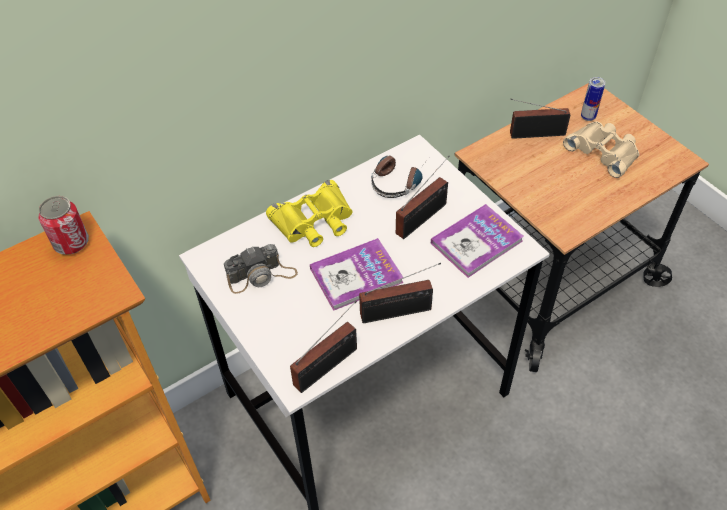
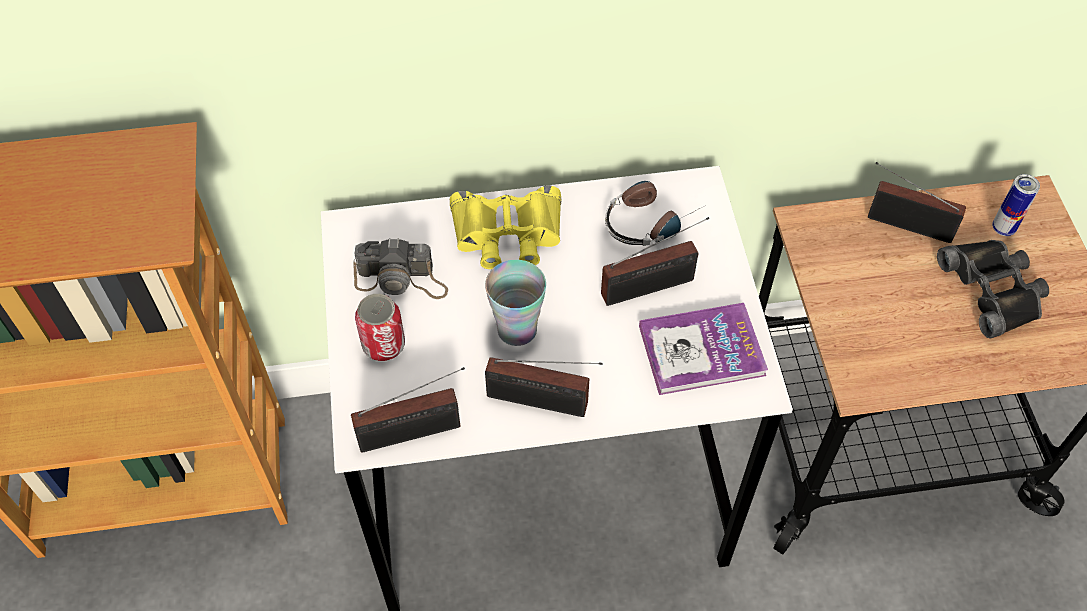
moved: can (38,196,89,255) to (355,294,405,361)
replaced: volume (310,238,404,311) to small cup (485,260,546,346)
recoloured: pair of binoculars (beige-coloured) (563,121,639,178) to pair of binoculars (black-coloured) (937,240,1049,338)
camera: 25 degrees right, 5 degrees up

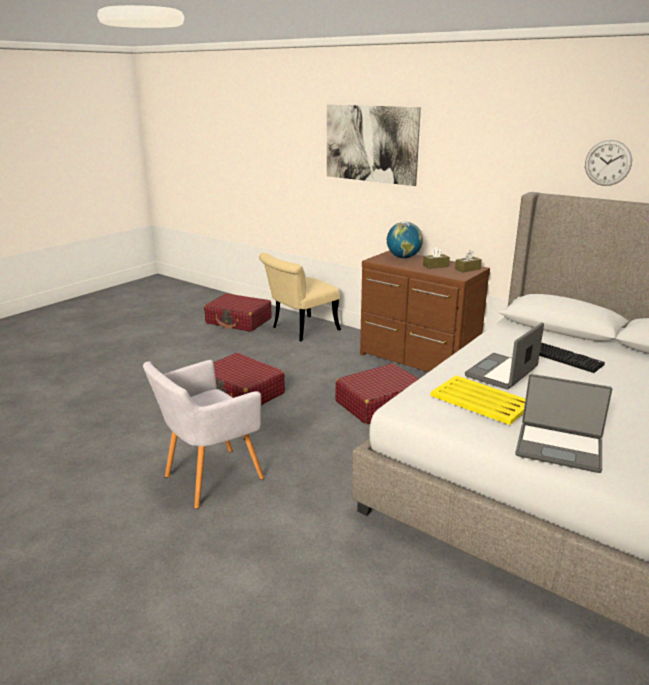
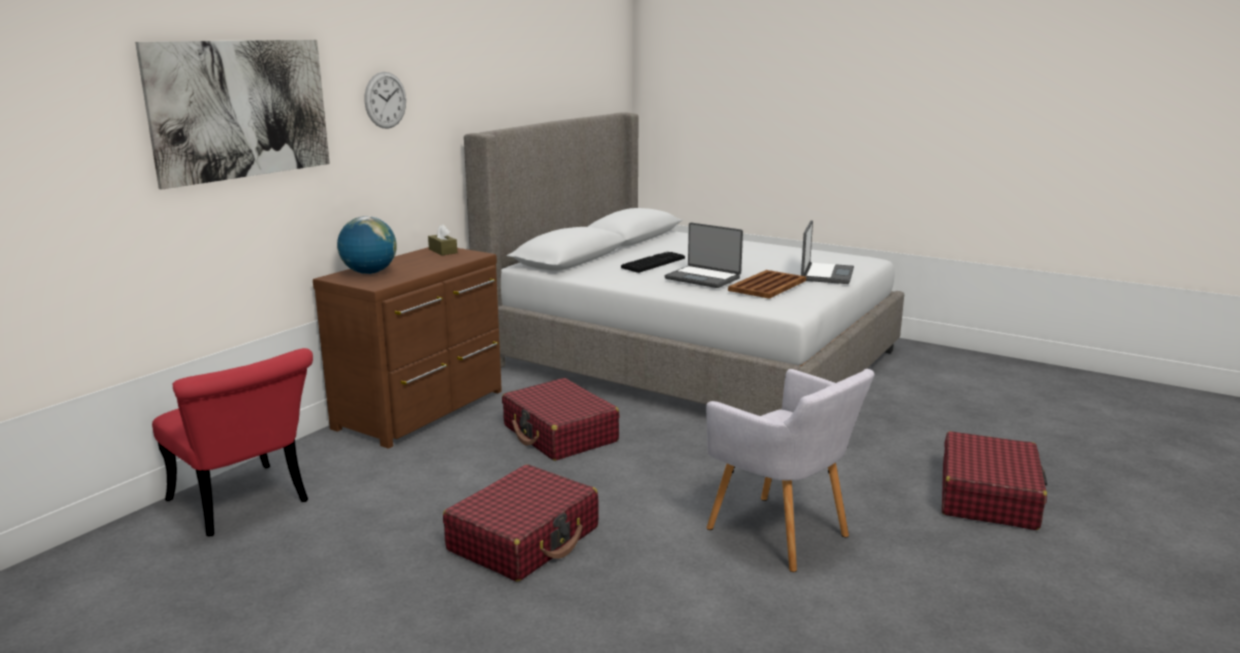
removed: tissue holder (brown-coloured) (423,247,450,269)
moved: piece of luggage (red) (204,293,272,332) to (942,431,1047,530); wall clock (585,140,632,186) to (365,72,406,129)
recoloured: plain chair (beige-coloured) (259,253,341,341) to plain chair (red) (152,348,313,537); carrying tray (yellow) (431,375,525,425) to carrying tray (brown-coloured) (728,270,806,299)
camera: 95 degrees left, 5 degrees down

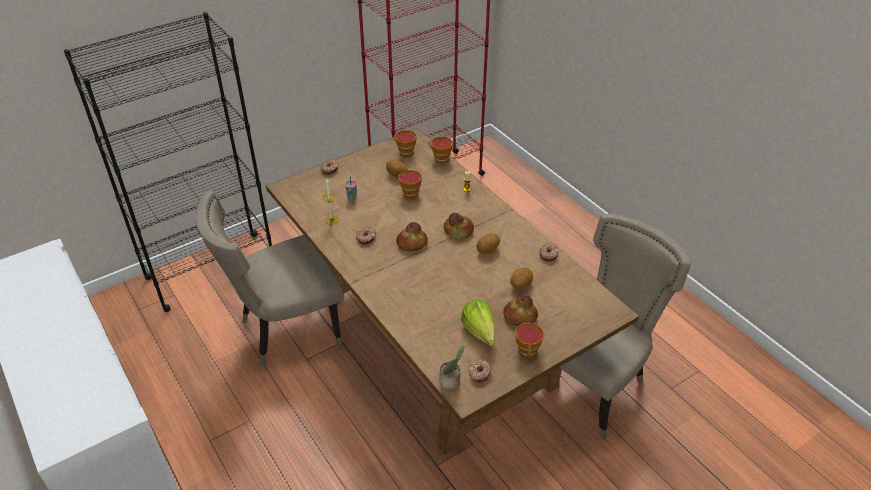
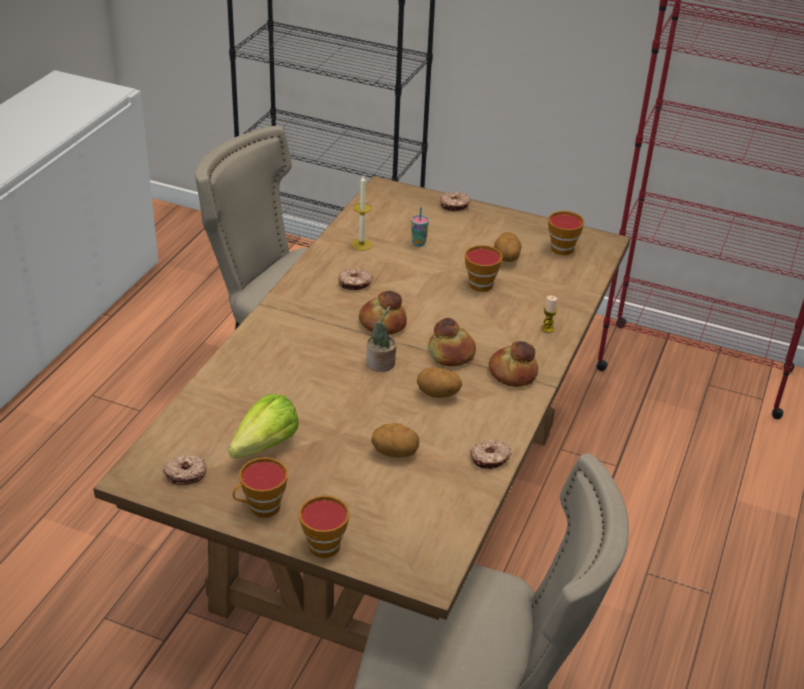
moved: small cup (429,137,453,164) to (299,495,349,558); potted plant (439,345,465,390) to (366,306,397,372); bakery bread (503,294,538,326) to (489,341,538,387)
camera: 55 degrees right, 5 degrees down

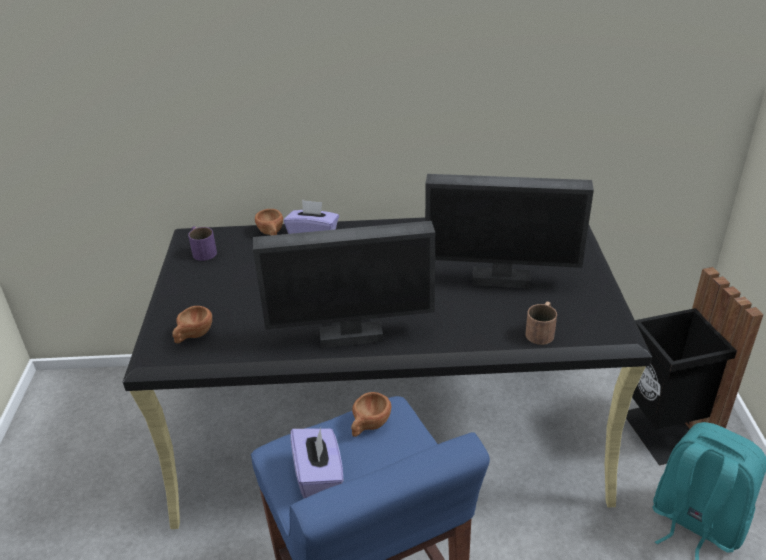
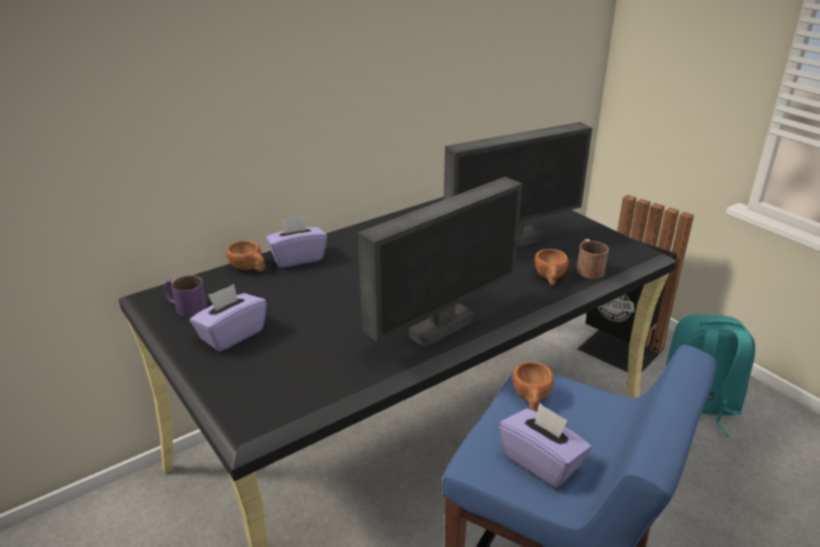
added: tissue holder (purplish) (190,284,267,352)
moved: small cup (brown-coloured) (172,306,212,343) to (535,249,568,286)
camera: 35 degrees left, 5 degrees down

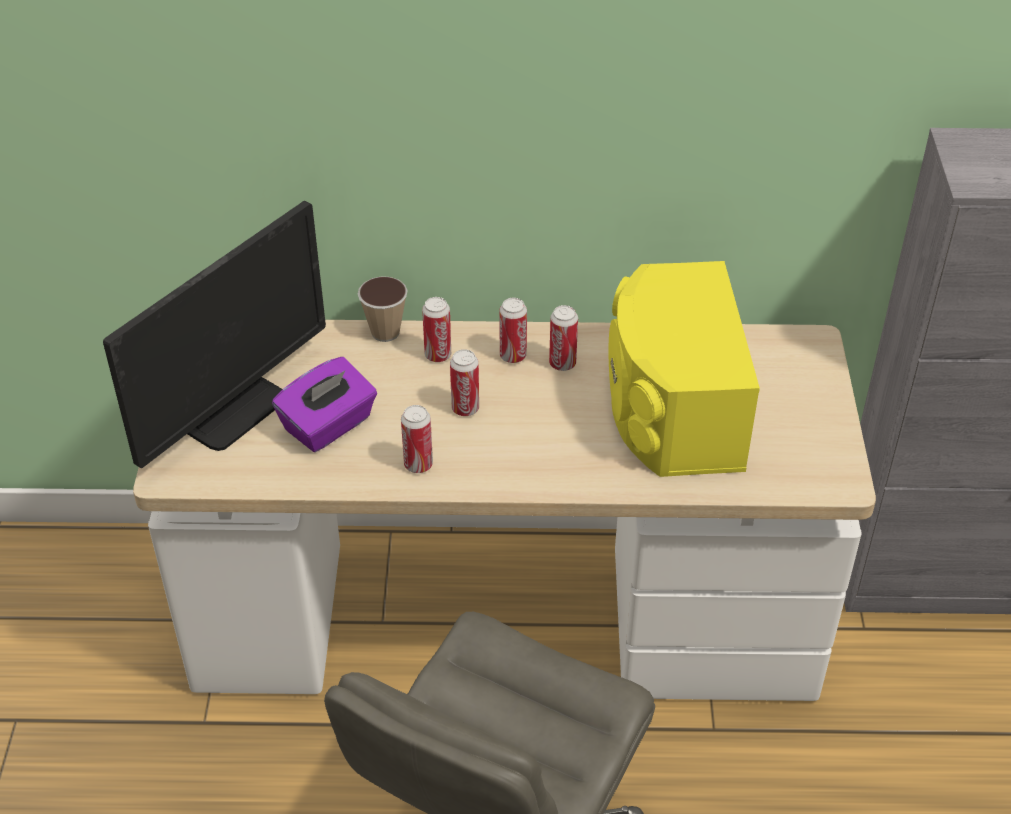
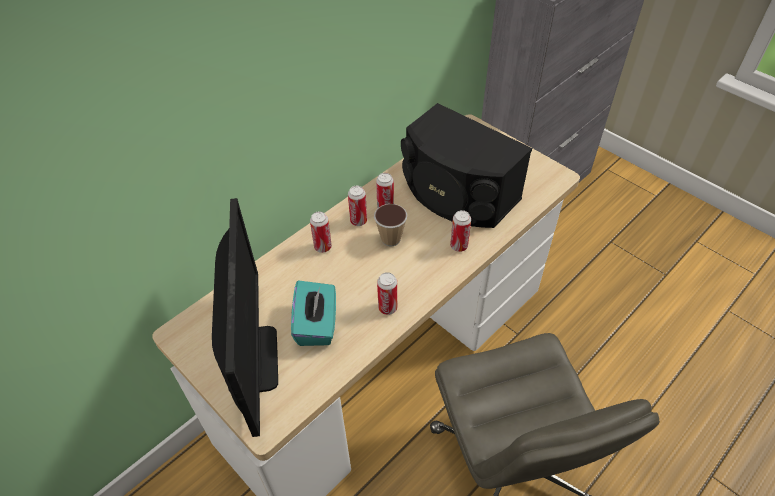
moved: small cup (358,276,408,342) to (374,204,407,246); can (450,349,479,416) to (450,210,471,252)
recoloured: tissue holder (purplish) (272,357,377,452) to tissue holder (turquoise-coloured) (291,280,336,346); loudspeaker (yellow) (609,261,760,477) to loudspeaker (black-coloured) (401,103,532,228)
camera: 45 degrees left, 5 degrees up

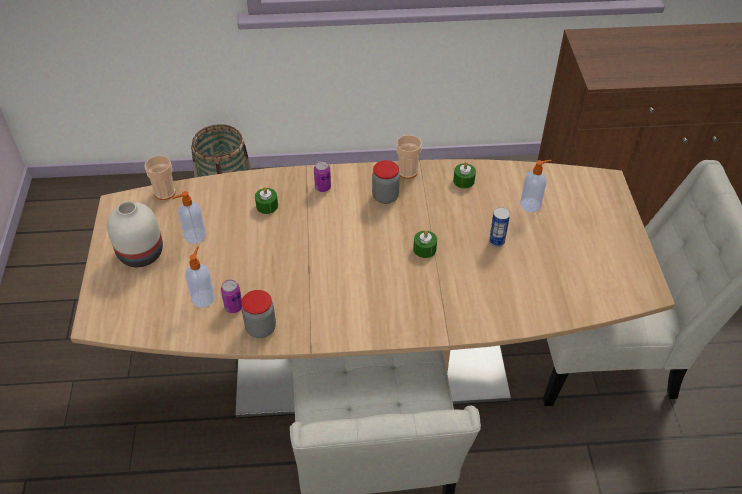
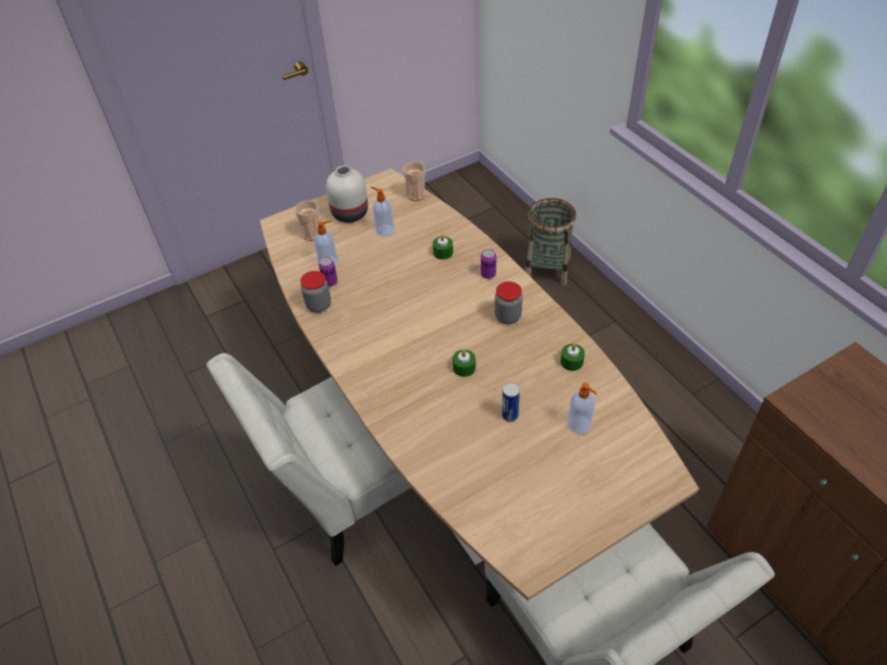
moved: small cup (396,135,422,179) to (295,201,319,241)
camera: 65 degrees right, 0 degrees up

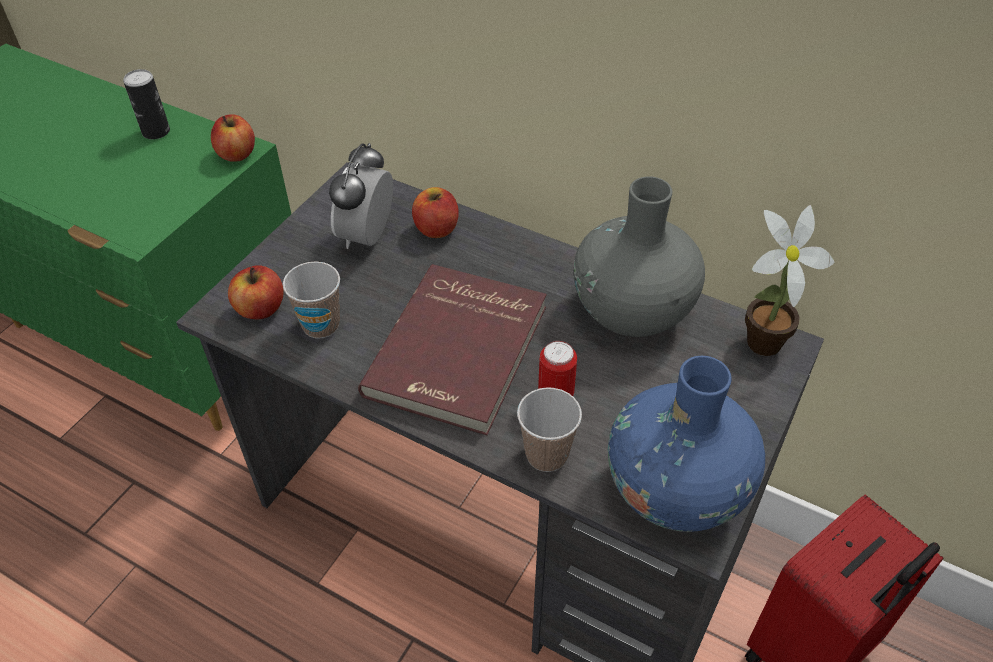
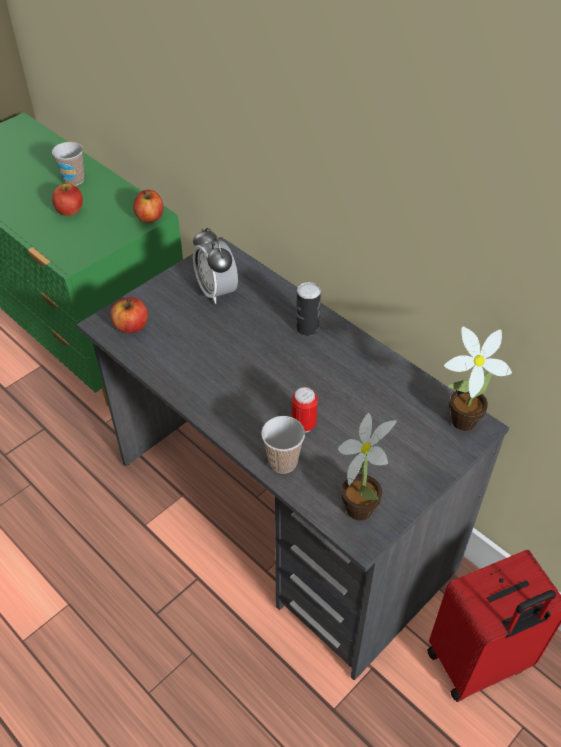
removed: volume (red) (358,264,547,435); decorative vase (grey) (573,176,705,337)
moved: can (123,69,170,139) to (296,282,321,336); small cup (283,261,340,338) to (52,142,84,186); apple fruit (412,187,459,238) to (52,183,83,216)
replaced: decorative vase (bluish) (608,356,765,532) to potted plant (338,413,397,520)
turned: table clock (329,143,393,249) = (193,228,238,304) 60 degrees counterclockwise
camera: 15 degrees right, 0 degrees up

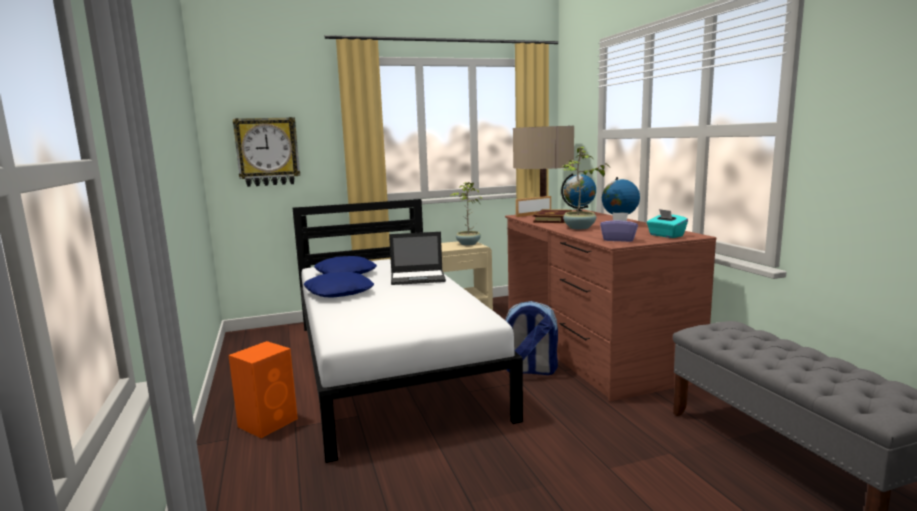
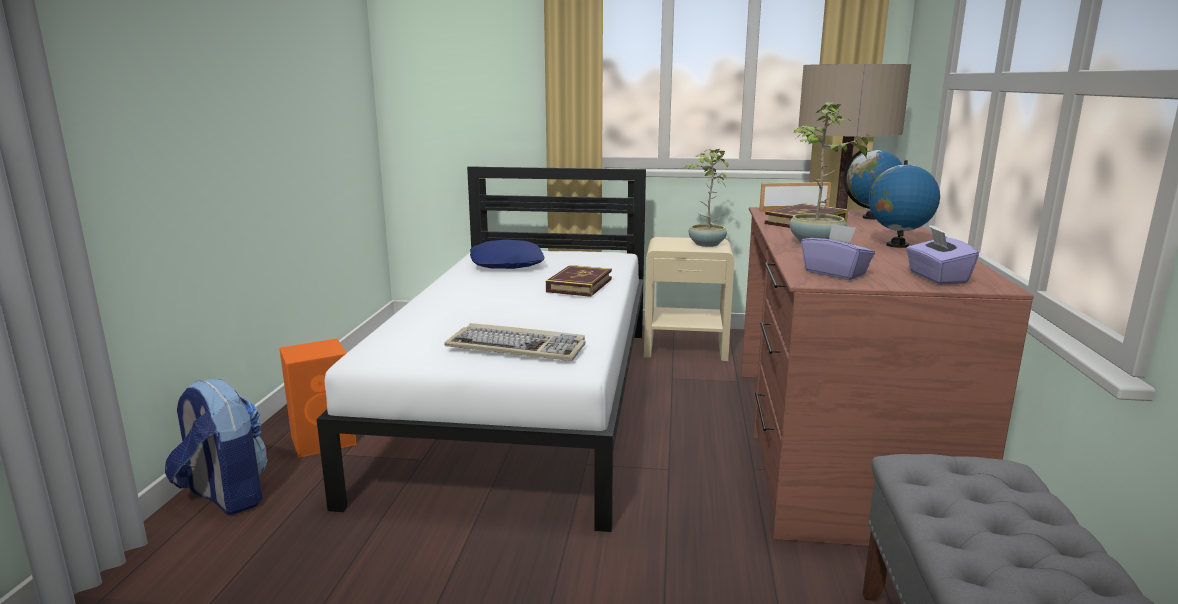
removed: wall clock (233,117,300,187); cushion (bluish) (304,272,374,298)
added: PC keyboard (444,323,586,361)
moved: knapsack (505,301,558,375) to (165,379,268,515)
replaced: portable computer (389,232,446,285) to volume (546,265,612,297)
recoloured: tissue holder (turquoise-coloured) (647,209,688,238) to tissue holder (purplish) (906,227,979,285)
camera: 25 degrees right, 5 degrees up

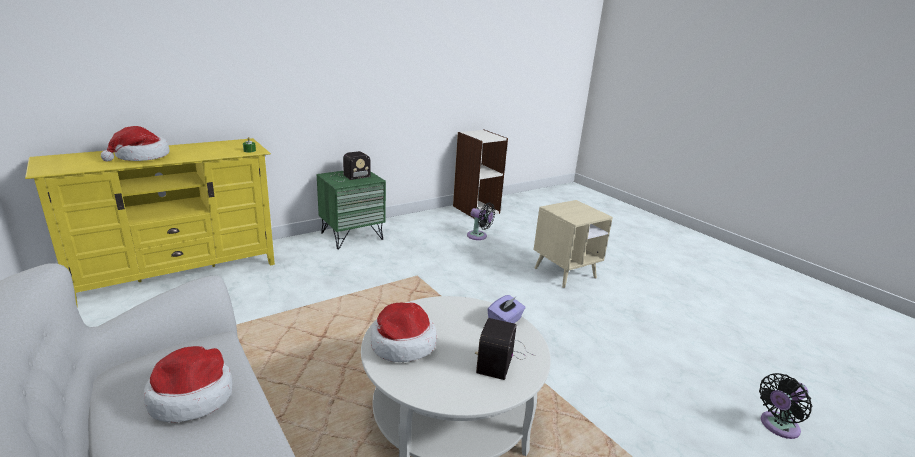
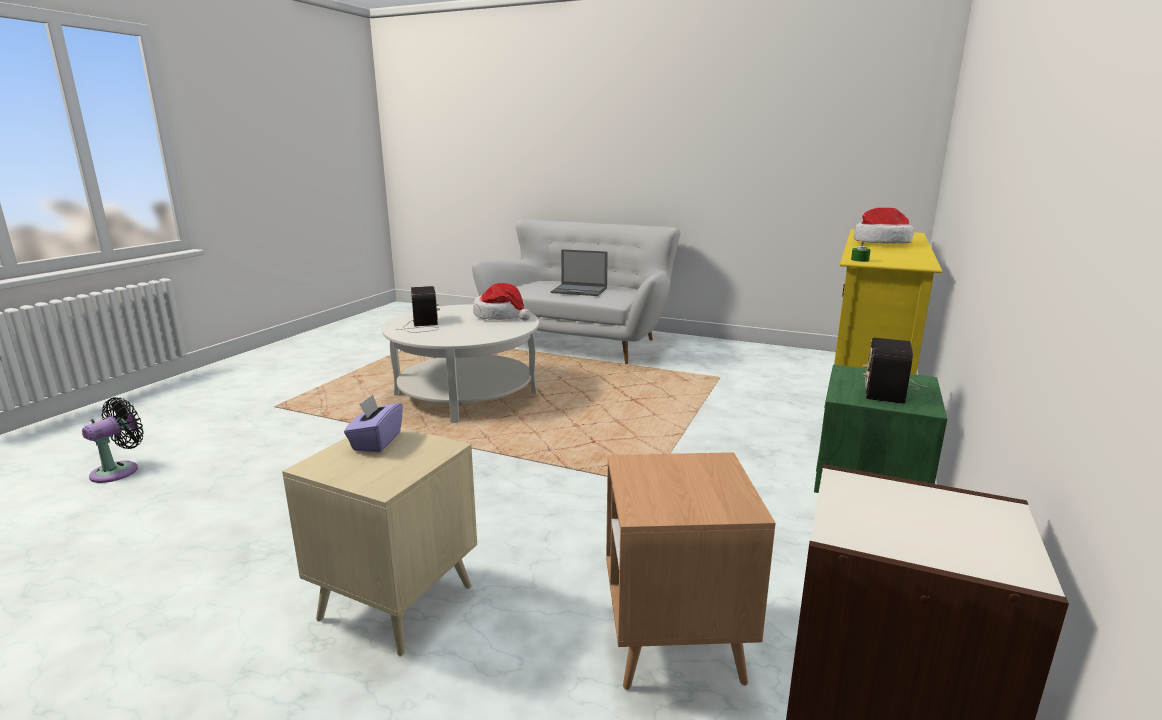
moved: tissue holder (purplish) (487,295,525,323) to (344,394,403,452)
replaced: clothing hat (143,346,232,422) to portable computer (551,249,608,296); fan (black-coloured) (467,203,495,240) to end table (brown-coloured) (606,452,775,690)
camera: 150 degrees right, 5 degrees down

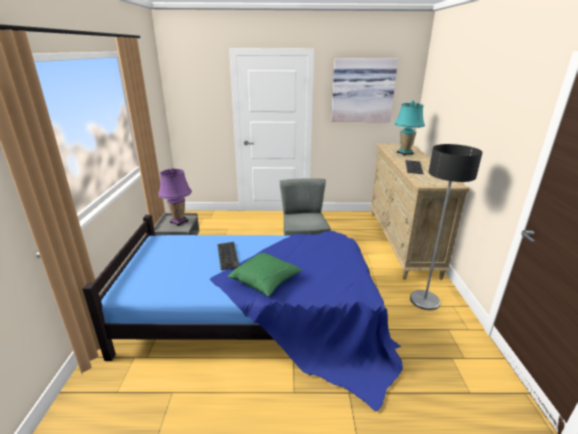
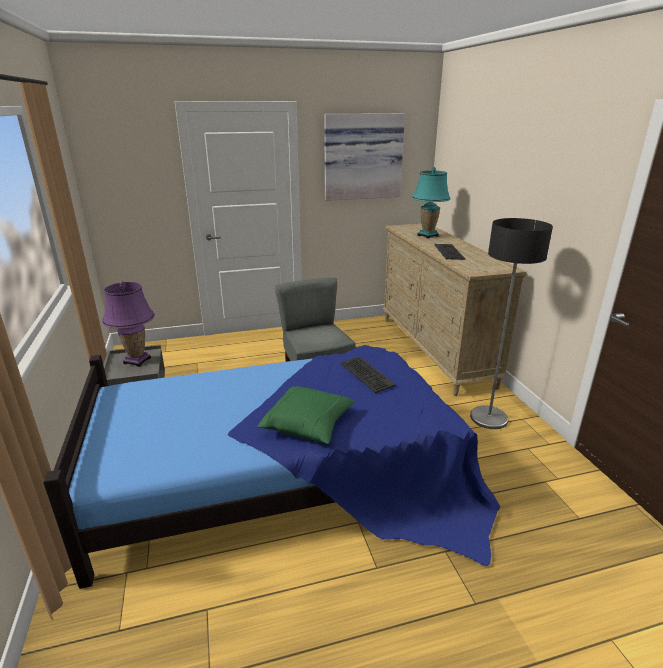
moved: PC keyboard (217,242,239,270) to (340,356,396,393)
camera: 15 degrees left, 0 degrees up

